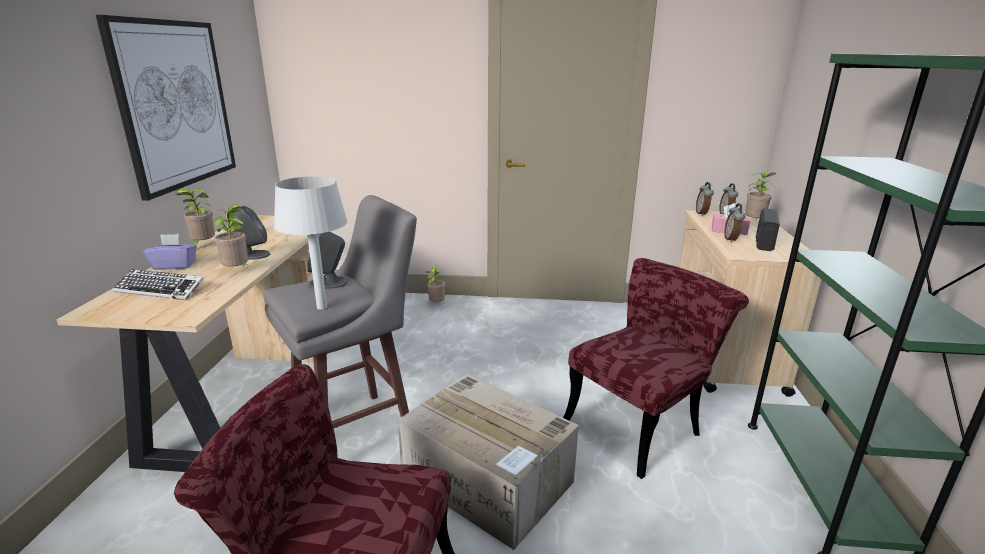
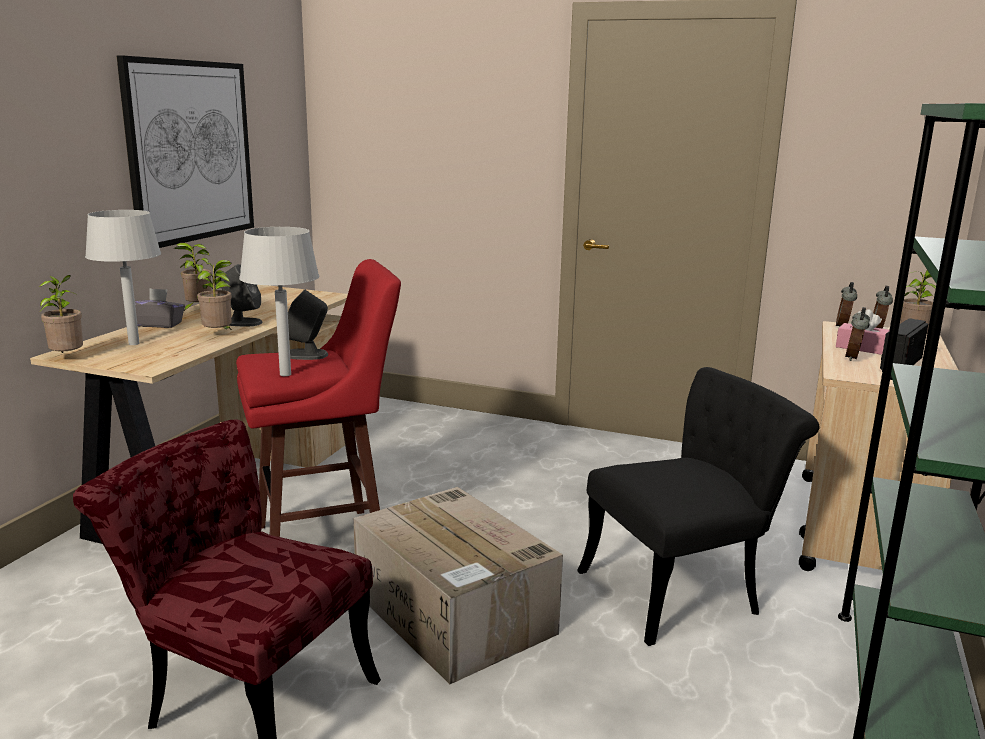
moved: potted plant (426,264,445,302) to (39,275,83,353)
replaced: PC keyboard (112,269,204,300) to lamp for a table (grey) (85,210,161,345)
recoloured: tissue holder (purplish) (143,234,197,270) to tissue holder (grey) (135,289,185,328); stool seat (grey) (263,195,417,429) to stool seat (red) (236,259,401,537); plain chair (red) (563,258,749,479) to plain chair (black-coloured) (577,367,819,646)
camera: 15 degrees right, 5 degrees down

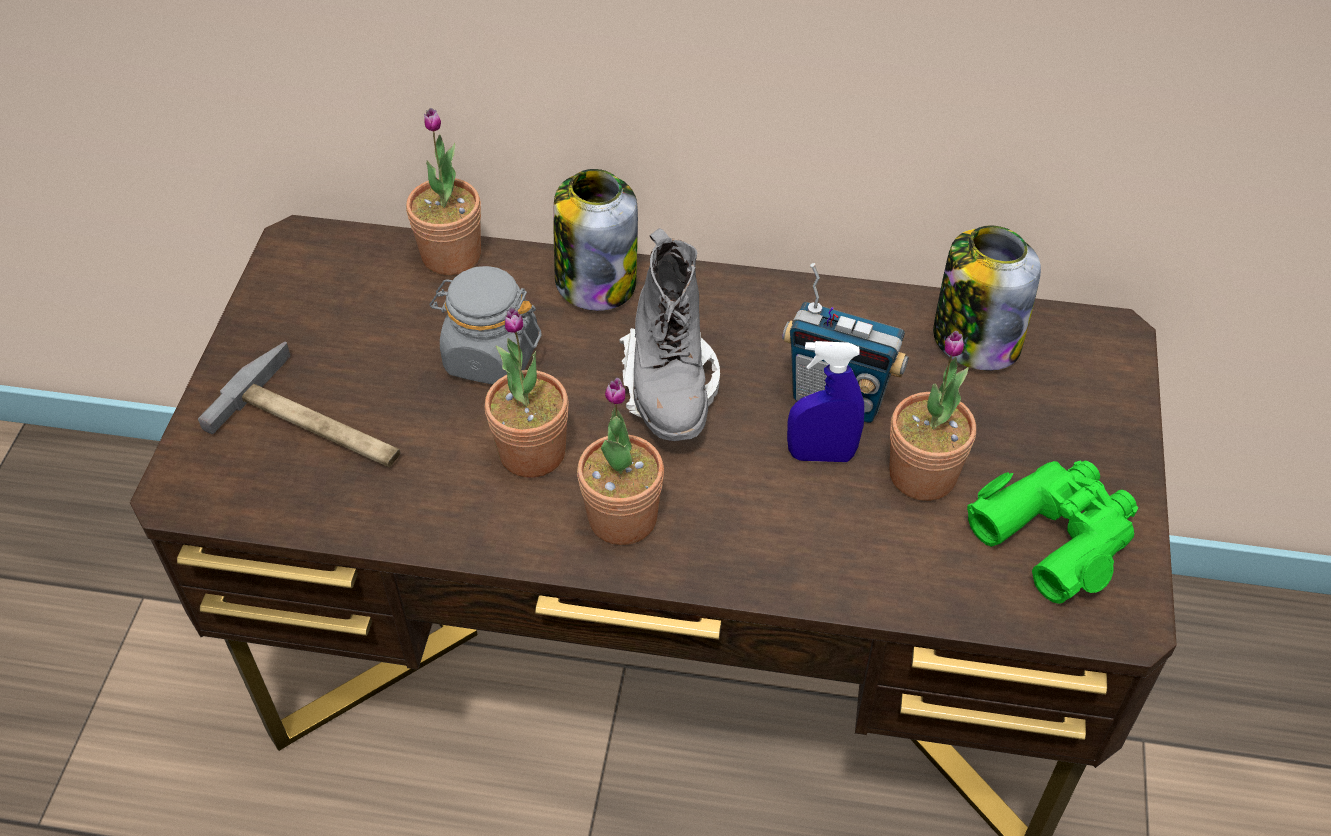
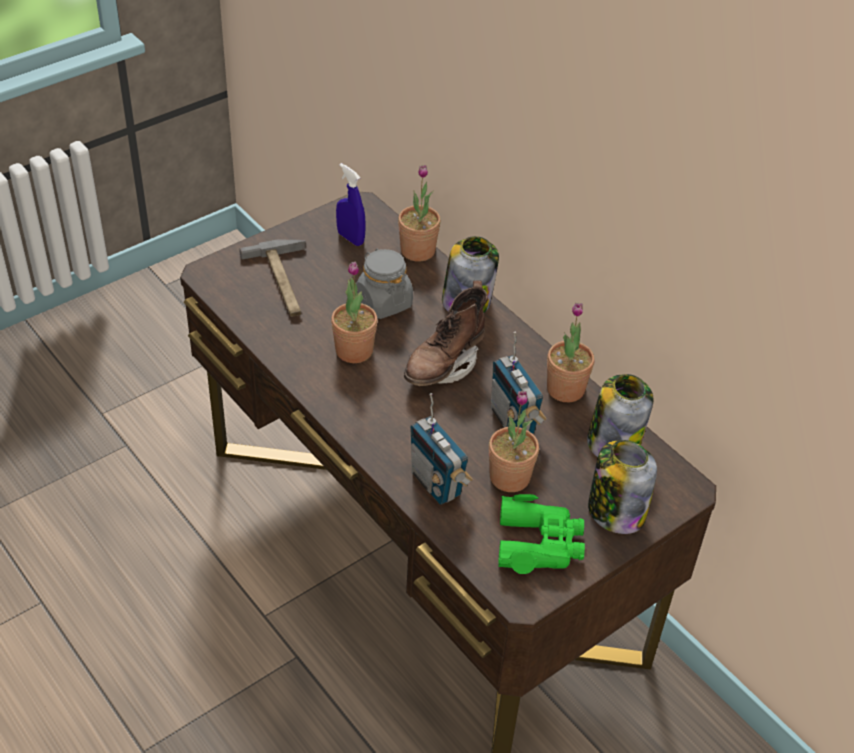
added: radio set (410,393,473,505); preserve jar (588,440,657,534)
moved: potted plant (577,378,664,545) to (547,303,594,403); hand sprayer (bluish) (787,341,865,462) to (336,163,366,246)
recoloured: high-top boot (grey) (619,228,720,441) to high-top boot (brown-coloured) (404,280,488,386)
camera: 40 degrees right, 5 degrees down

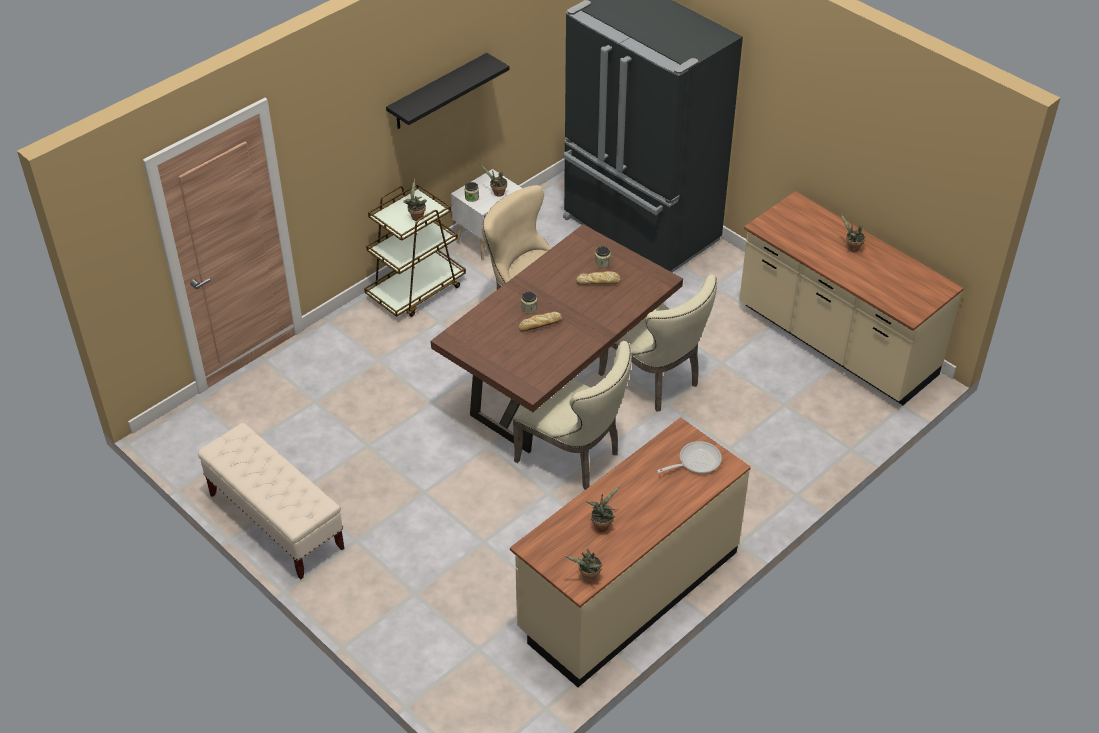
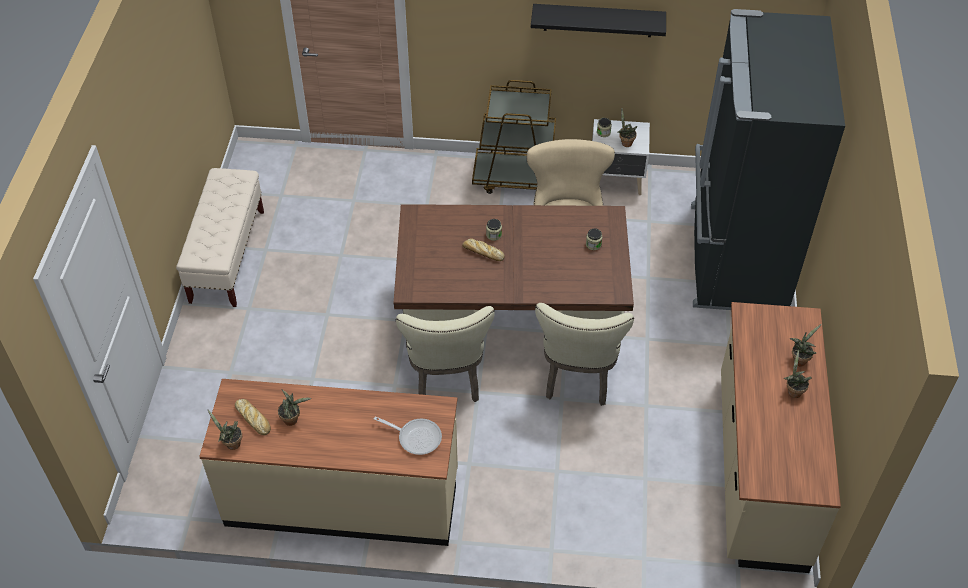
moved: potted plant (403,178,427,221) to (790,324,822,366); bakery bread (576,271,621,285) to (235,399,271,435)
camera: 50 degrees right, 5 degrees up

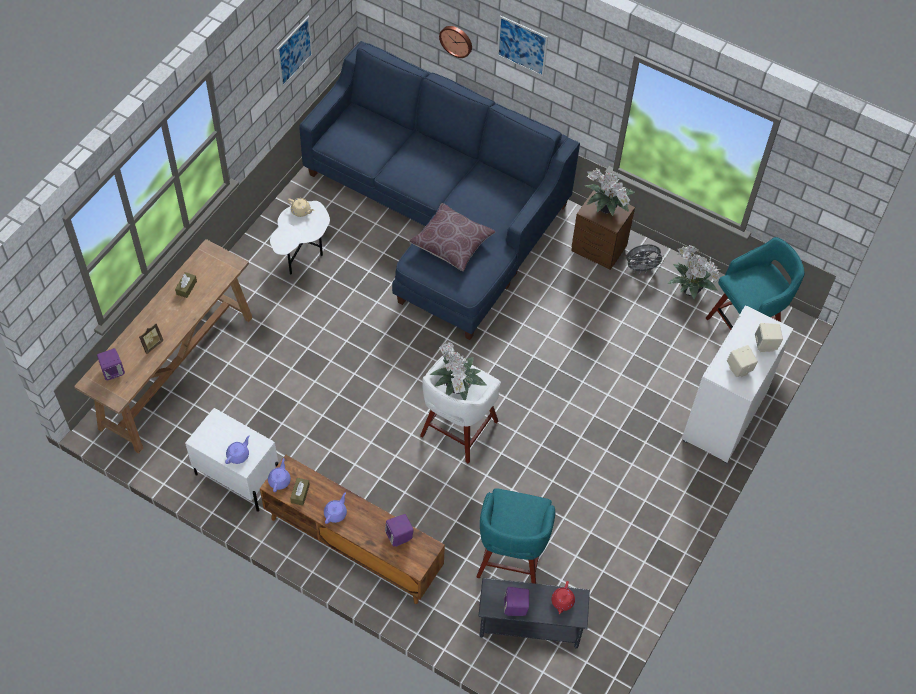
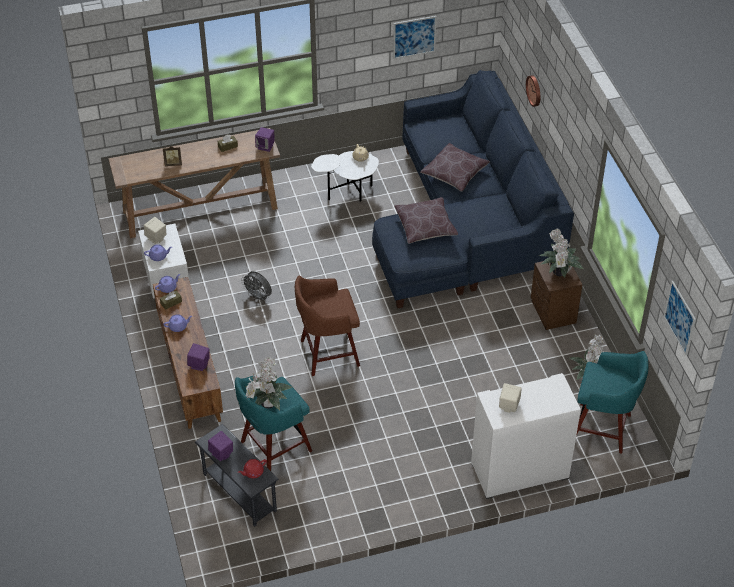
added: cushion (brown-coloured) (420,143,490,192)
moved: loudspeaker (purplish) (97,348,125,381) to (255,127,275,152); potted plant (430,341,487,400) to (245,357,292,410); picture (497,15,548,76) to (664,281,696,355); fan (grey) (625,244,665,274) to (241,271,272,303); loudspeaker (beige-coloured) (755,323,783,352) to (144,217,166,244)
recoloured: stool seat (white) (420,356,501,464) to stool seat (brown-coloured) (295,276,360,376)
camera: 45 degrees right, 10 degrees down

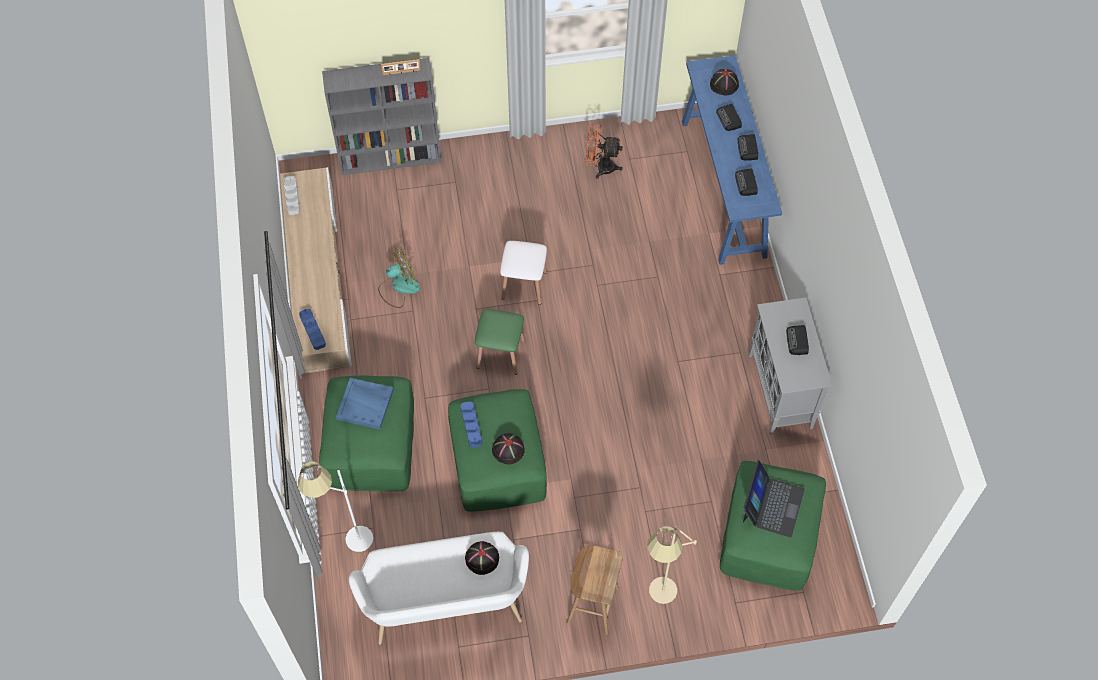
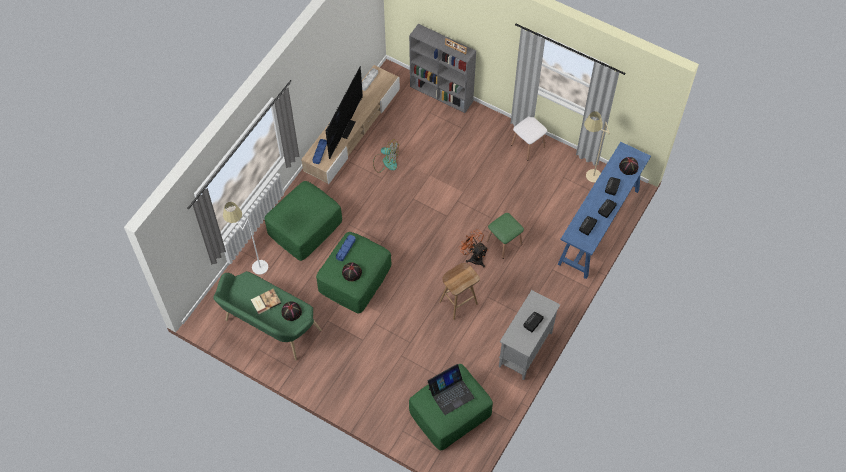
removed: carrying tray (bluish) (336,378,394,429)
added: volume (251,288,281,315); television (326,66,363,159)
moved: stool seat (greenish) (475,309,525,375) to (486,213,524,259); stool seat (white) (500,241,547,305) to (511,116,547,160); stool seat (brown-coloured) (566,545,623,635) to (440,263,480,320); fan (orange-coloured) (585,124,623,179) to (459,229,488,267); standard lamp (beige-coloured) (647,526,697,604) to (584,111,610,183)
recoloured: long seat (white) (348,532,529,645) to long seat (greenish) (213,271,321,360)
camera: 40 degrees right, 0 degrees up

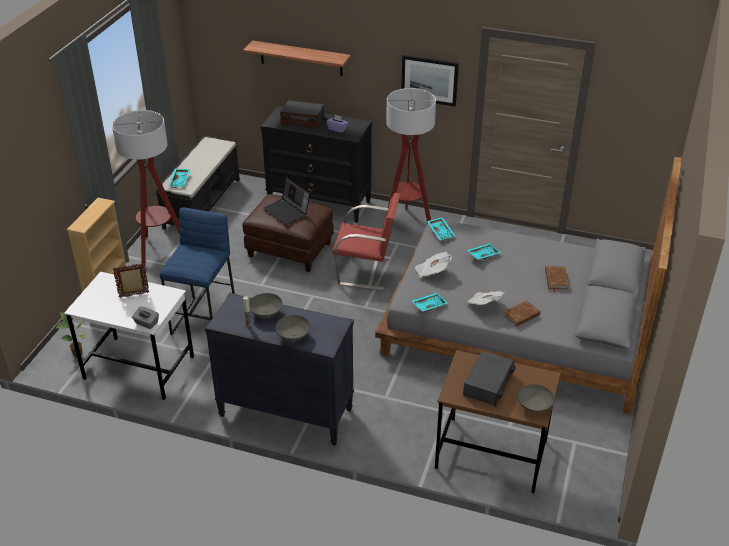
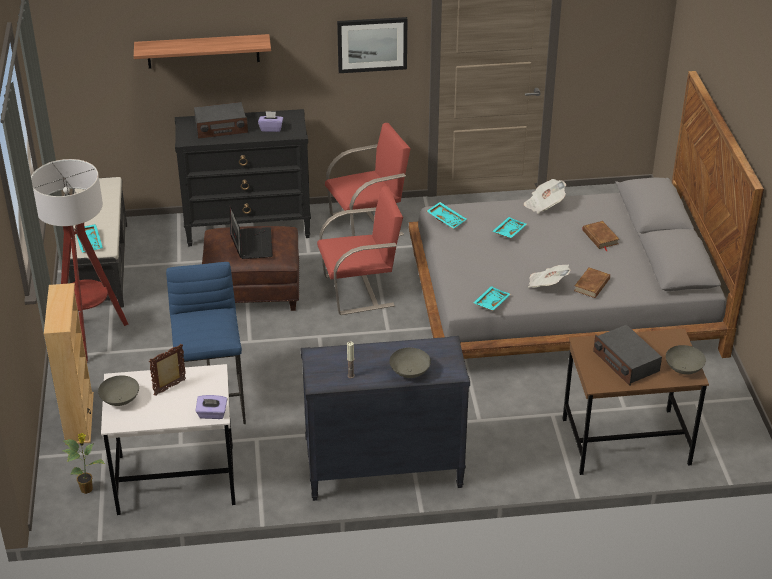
moved: serving bowl (grey) (249,293,283,318) to (98,375,139,406); printed paper (415,252,452,278) to (524,179,566,214)
replaced: standard lamp (383,88,436,226) to plain chair (red) (325,123,411,236)
recoloured: tissue holder (grey) (132,306,159,329) to tissue holder (purplish) (196,395,227,419)
turned: portable computer (263,177,310,225) = (229,206,273,259) 120 degrees counterclockwise; radio set (463,351,516,407) = (593,324,662,386) 150 degrees clockwise
camera: 25 degrees left, 0 degrees up

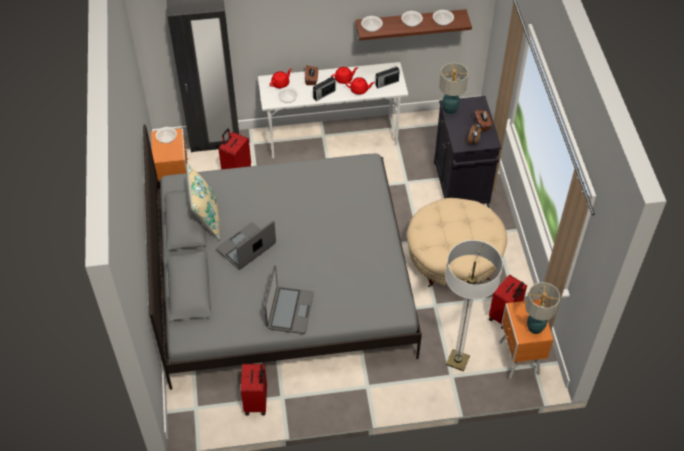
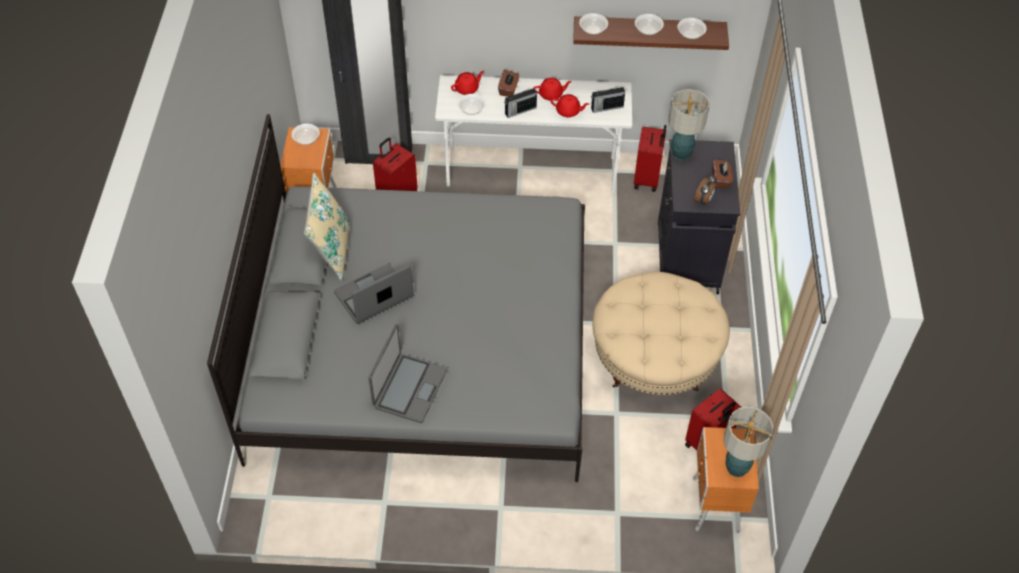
removed: standard lamp (445,240,503,371)
moved: piece of luggage (red) (241,364,267,416) to (634,125,667,192)
camera: 10 degrees right, 0 degrees up

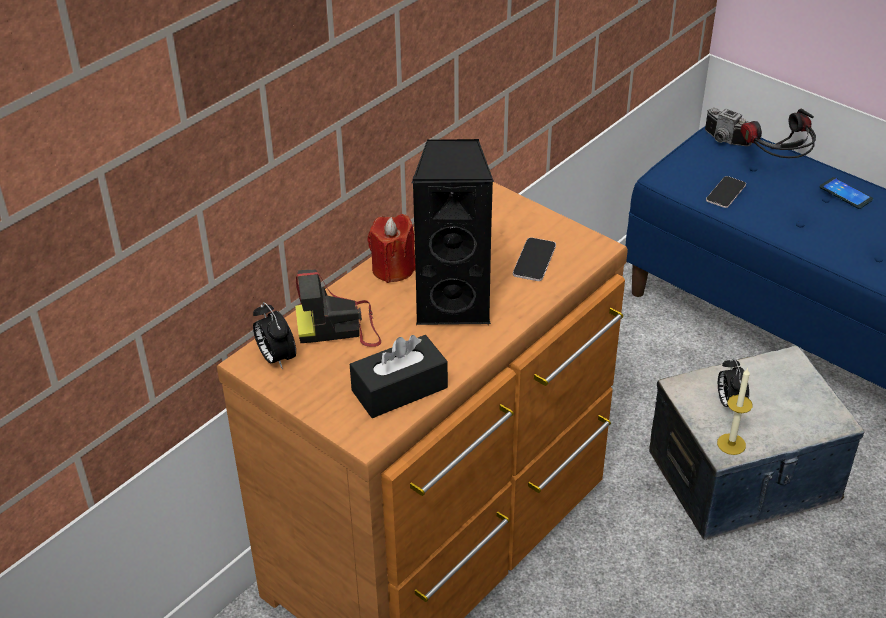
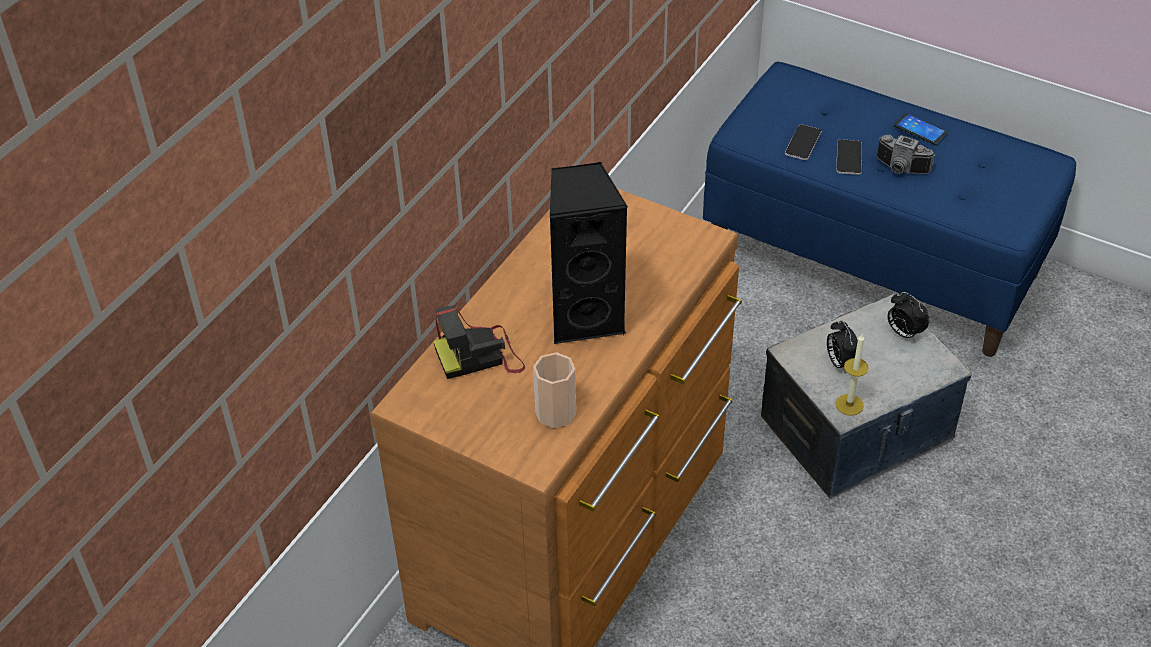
removed: wax light (red) (367,214,416,283); headphones (741,109,816,158)
moved: table clock (253,302,296,370) to (888,292,929,341); telephone (513,237,556,281) to (836,139,862,175); still camera (705,108,752,146) to (877,135,935,174)
replaced: tissue holder (black-coloured) (350,335,448,418) to small cup (533,352,576,428)
camera: 10 degrees left, 5 degrees up

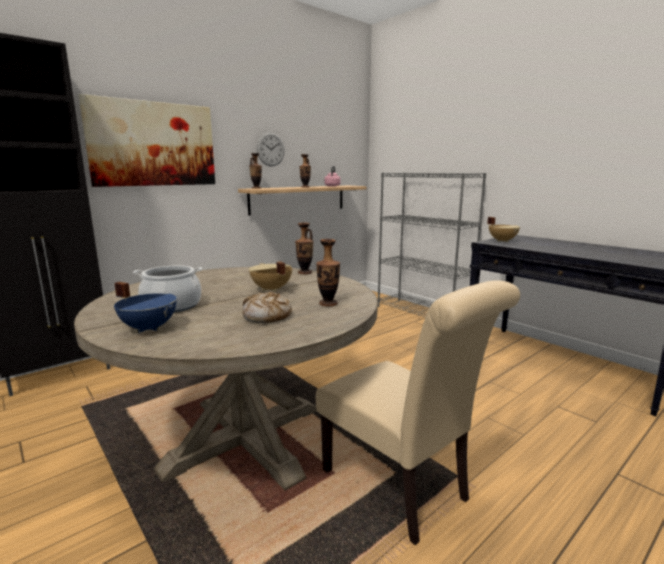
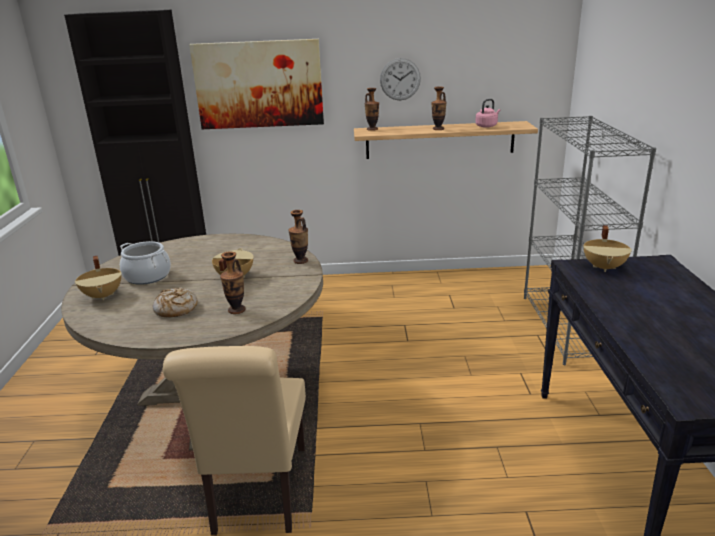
recoloured: cooking pot (bluish) (114,282,177,333) to cooking pot (beige-coloured) (75,255,121,300)
camera: 40 degrees right, 10 degrees up

